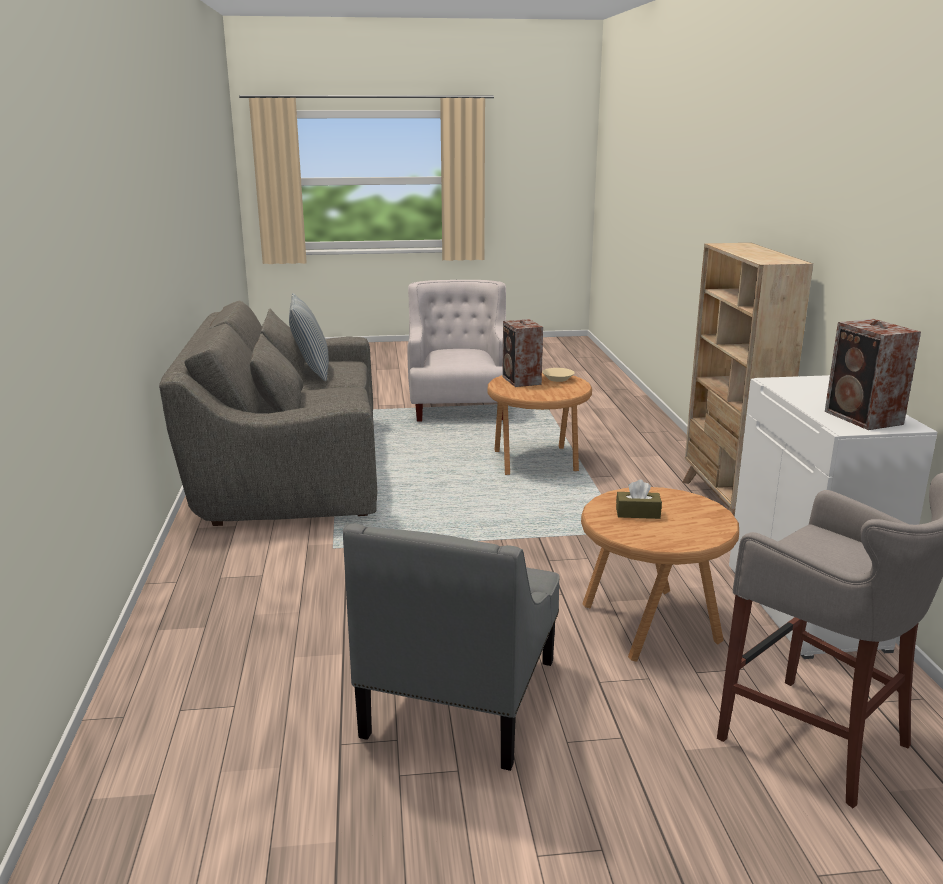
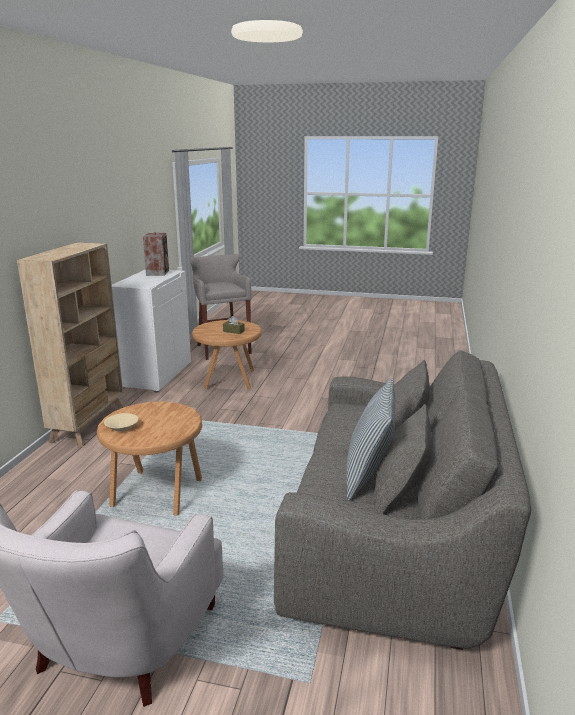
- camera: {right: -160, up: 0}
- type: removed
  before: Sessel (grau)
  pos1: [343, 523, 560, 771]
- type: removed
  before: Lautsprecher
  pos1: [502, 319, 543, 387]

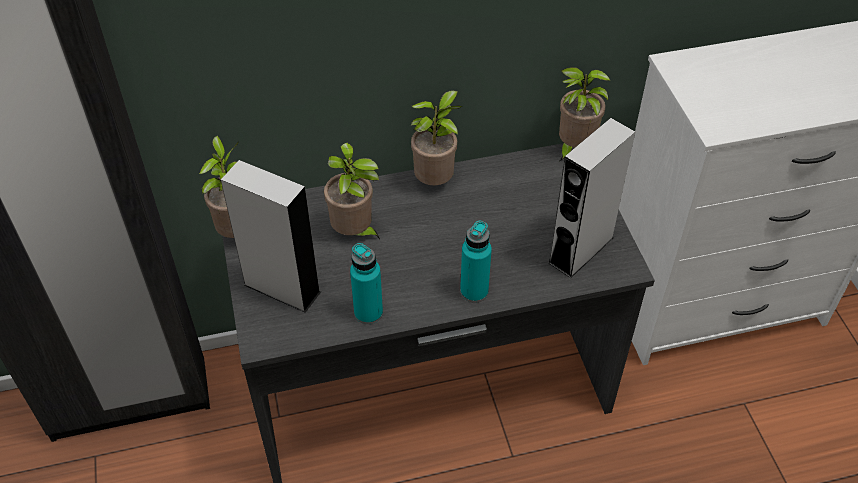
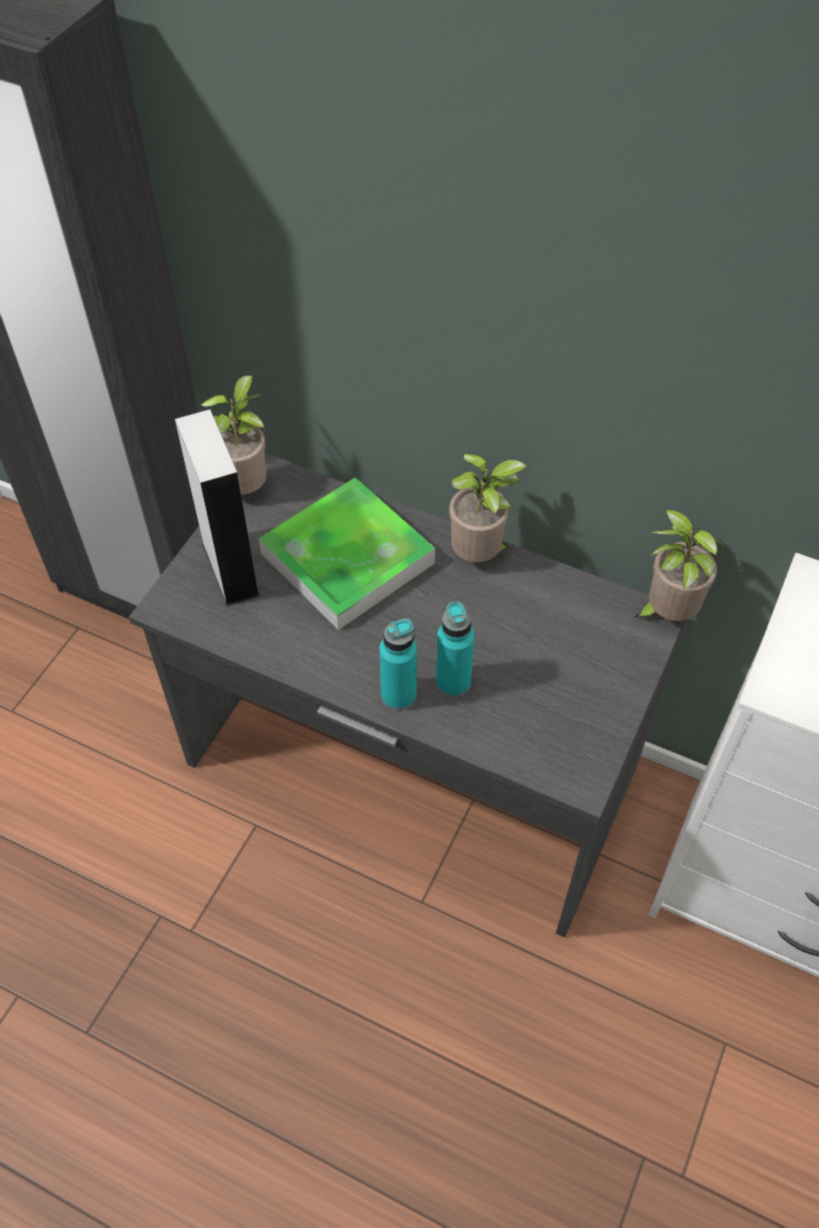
- camera: {right: 40, up: 5}
- type: removed
  before: Lautsprecher (grau)
  pos1: [548, 118, 635, 278]
- type: moved
  before: Flasche (türkis)
  pos1: [350, 243, 383, 324]
  pos2: [436, 601, 475, 697]
- type: replaced
  before: Topfpflanze
  after: Tablett
  pos1: [324, 143, 380, 239]
  pos2: [259, 477, 435, 630]

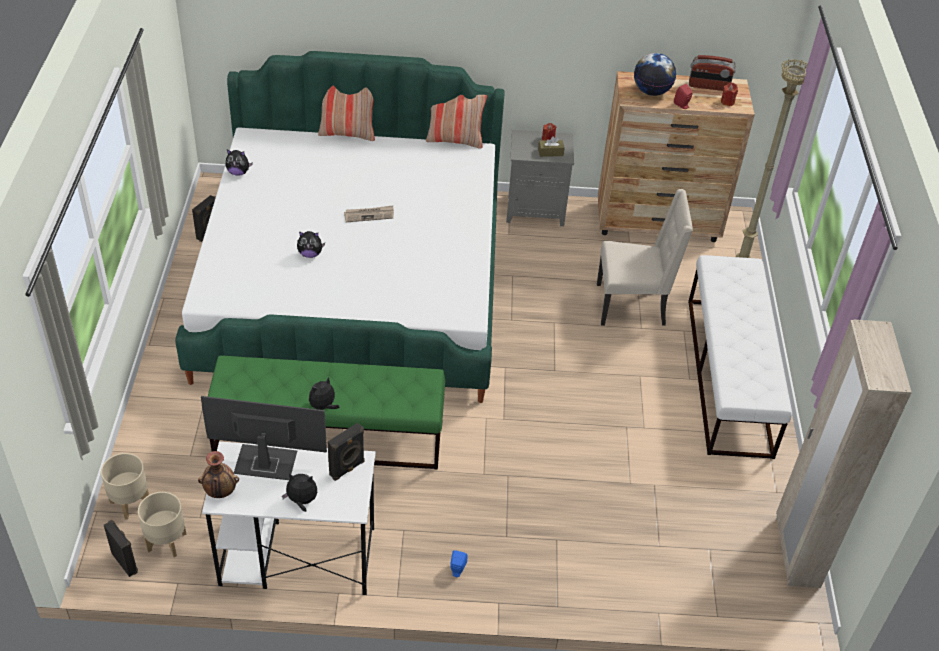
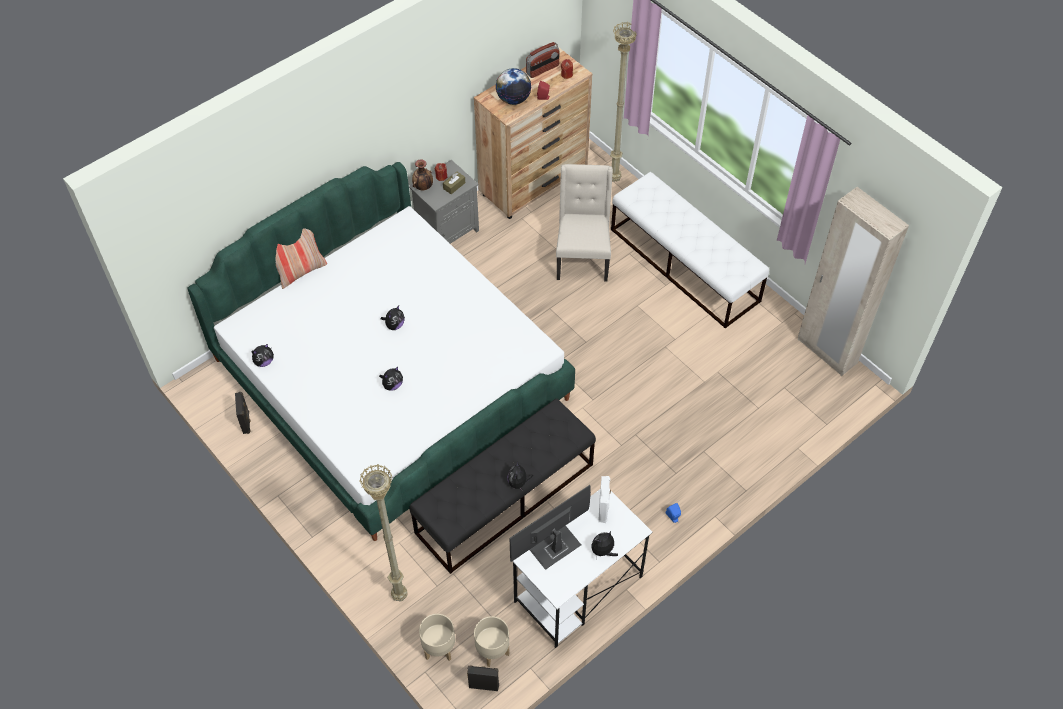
- camera: {right: -40, up: 10}
- type: removed
  before: Kissen
  pos1: [426, 95, 487, 149]
- type: added
  after: Stehlampe (beige)
  pos2: [360, 465, 408, 602]
- type: moved
  before: Vase
  pos1: [198, 451, 239, 498]
  pos2: [412, 159, 433, 190]
- type: replaced
  before: Zeitung
  after: Plüschtier
  pos1: [344, 205, 394, 222]
  pos2: [381, 306, 405, 330]
- type: recoloured
  before: Bank (grün)
  after: Bank (schwarz)
  pos1: [208, 355, 445, 469]
  pos2: [410, 399, 596, 574]
- type: recoloured
  before: Lautsprecher (schwarz)
  after: Lautsprecher (weiß)
  pos1: [328, 423, 365, 481]
  pos2: [598, 476, 611, 523]
- type: turned
  before: Stuhl (beige)
  pos1: [597, 189, 693, 326]
  pos2: [556, 164, 613, 282]
  turn: -45

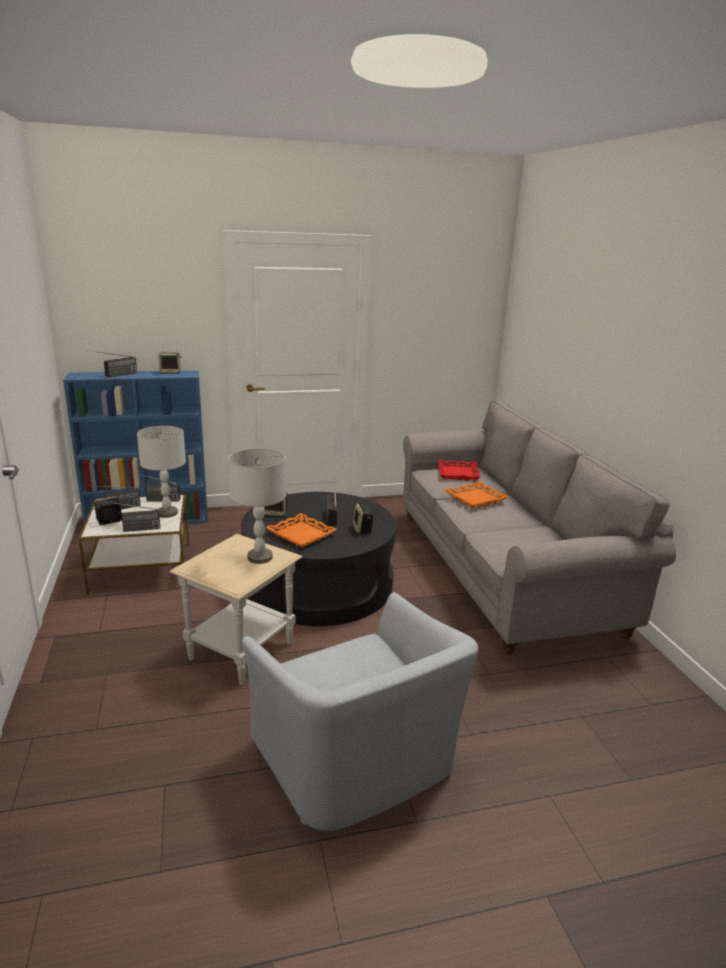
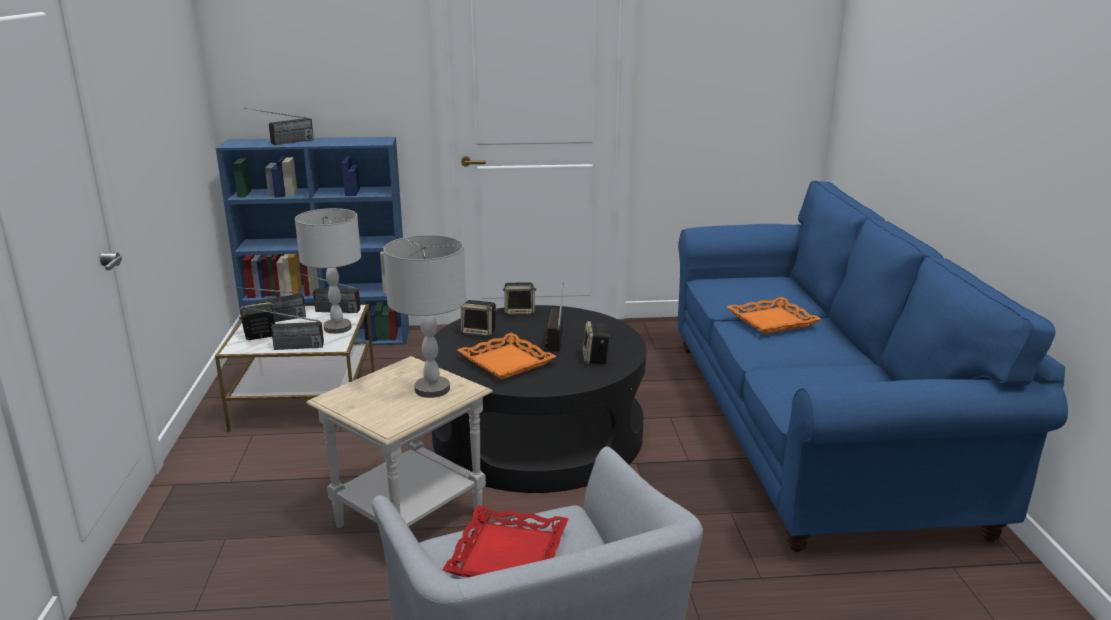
- camera: {right: 10, up: 0}
- type: moved
  before: Lautsprecher
  pos1: [158, 353, 181, 374]
  pos2: [503, 283, 537, 315]
- type: moved
  before: Tablett (rot)
  pos1: [438, 459, 481, 480]
  pos2: [443, 505, 569, 577]
- type: recoloured
  before: Sofa (grau)
  after: Sofa (blau)
  pos1: [403, 401, 676, 655]
  pos2: [678, 181, 1068, 552]

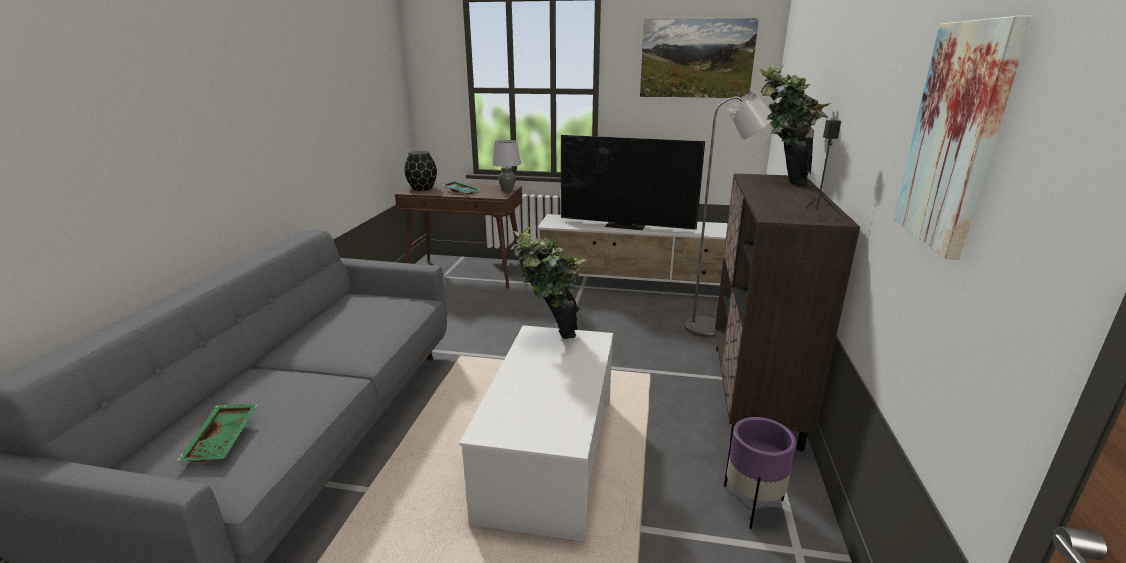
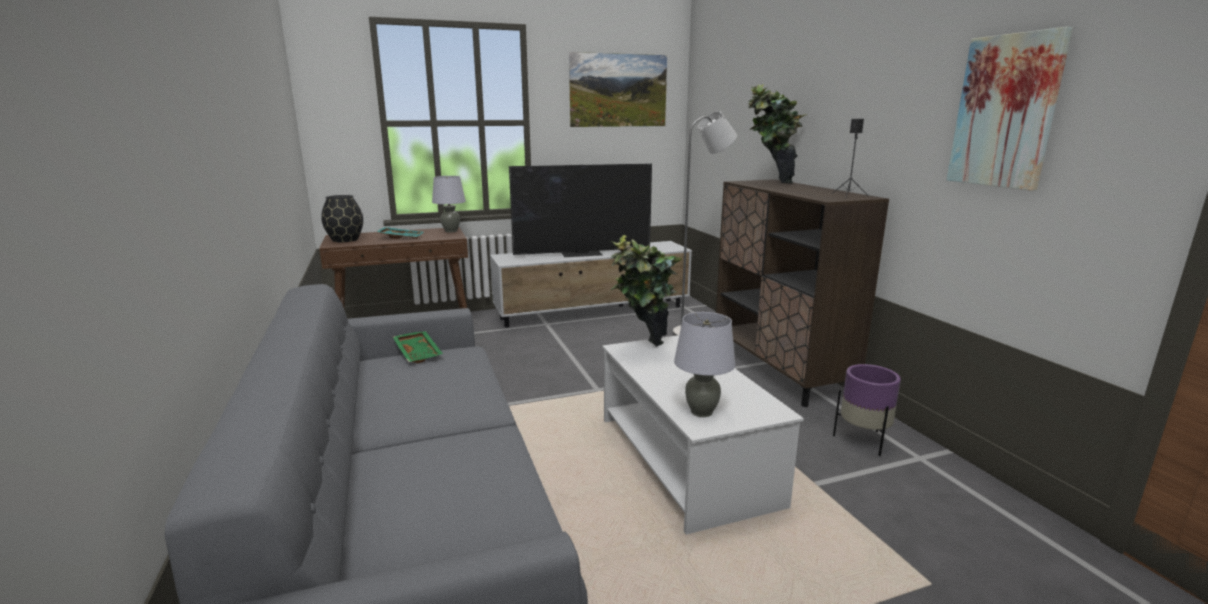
- camera: {right: -30, up: -5}
- type: added
  after: Tischlampe (grau)
  pos2: [674, 312, 736, 417]
- type: moved
  before: Tablett (grün)
  pos1: [177, 404, 258, 462]
  pos2: [393, 331, 443, 363]

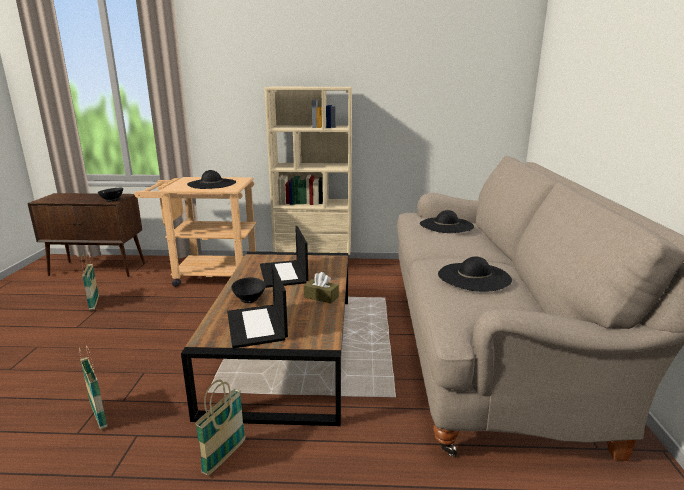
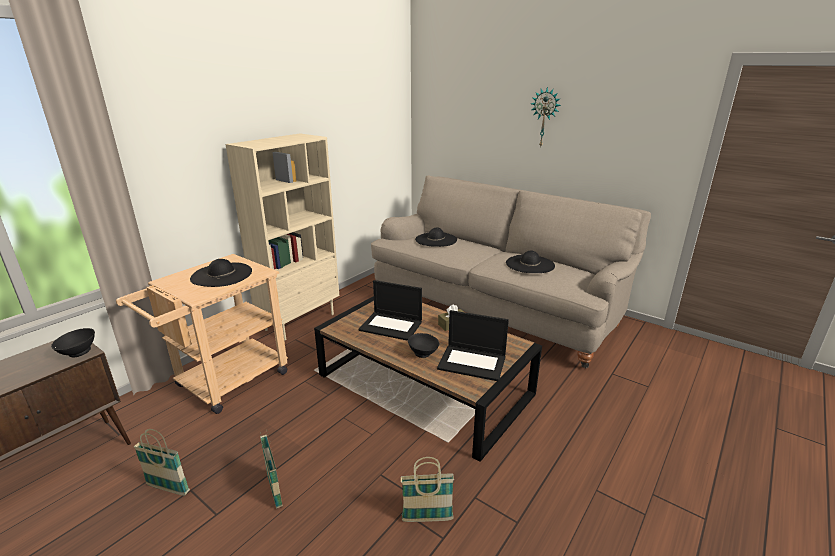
- camera: {right: -55, up: 5}
- type: added
  after: Wanduhr
  pos2: [531, 87, 561, 146]
- type: moved
  before: Korb
  pos1: [195, 380, 246, 476]
  pos2: [260, 432, 282, 509]

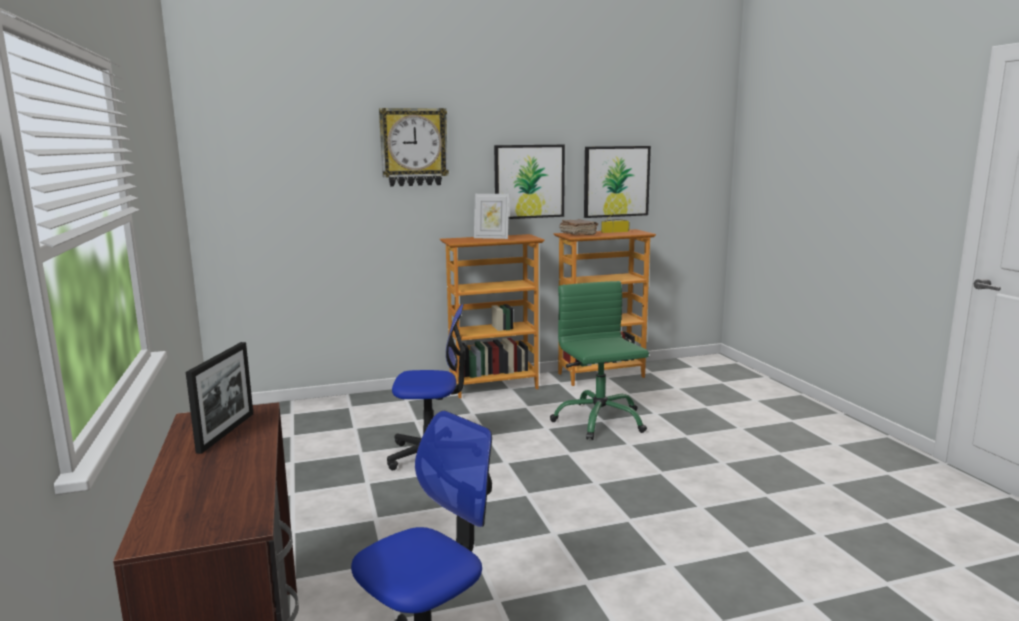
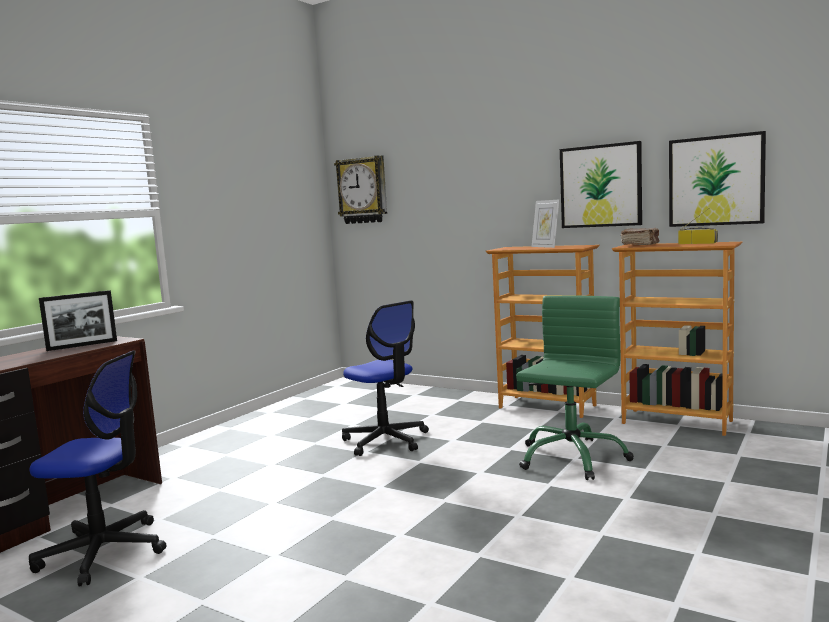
- camera: {right: 50, up: -5}
- type: moved
  before: Wanduhr
  pos1: [379, 108, 449, 186]
  pos2: [334, 155, 387, 224]

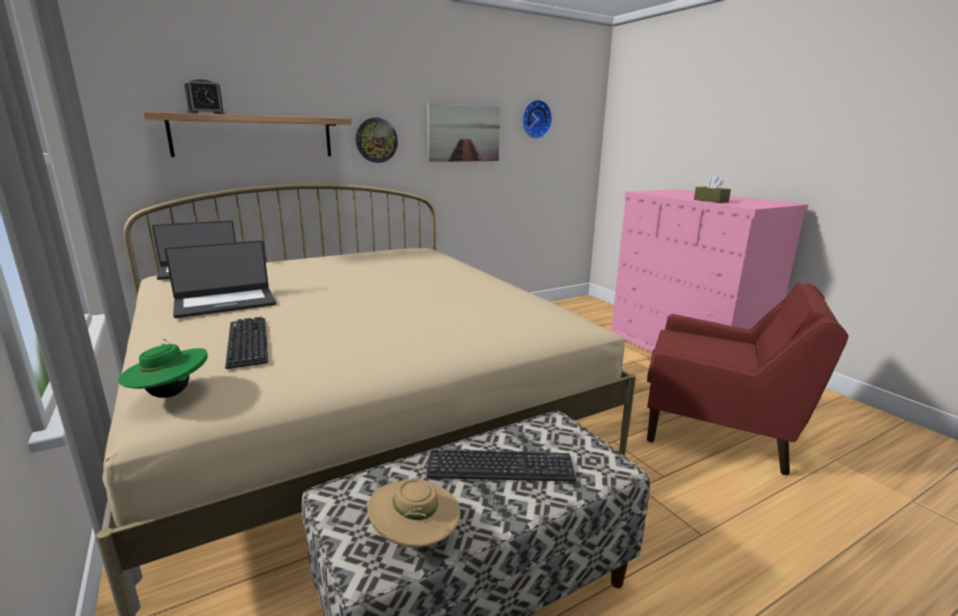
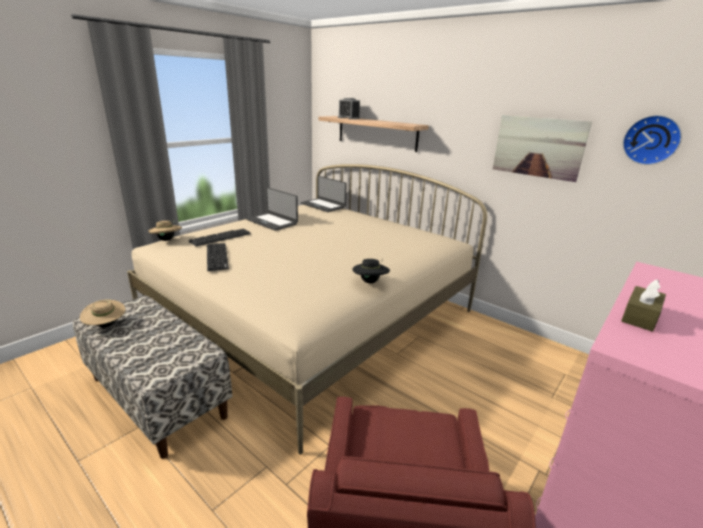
- camera: {right: 70, up: 5}
- type: removed
  before: Wanduhr
  pos1: [356, 118, 398, 163]
- type: added
  after: Hut (schwarz)
  pos2: [352, 259, 390, 283]
- type: moved
  before: Tastatur
  pos1: [426, 449, 576, 482]
  pos2: [207, 243, 229, 271]
- type: recoloured
  before: Hut (grün)
  after: Hut (beige)
  pos1: [119, 339, 208, 398]
  pos2: [148, 219, 182, 241]

